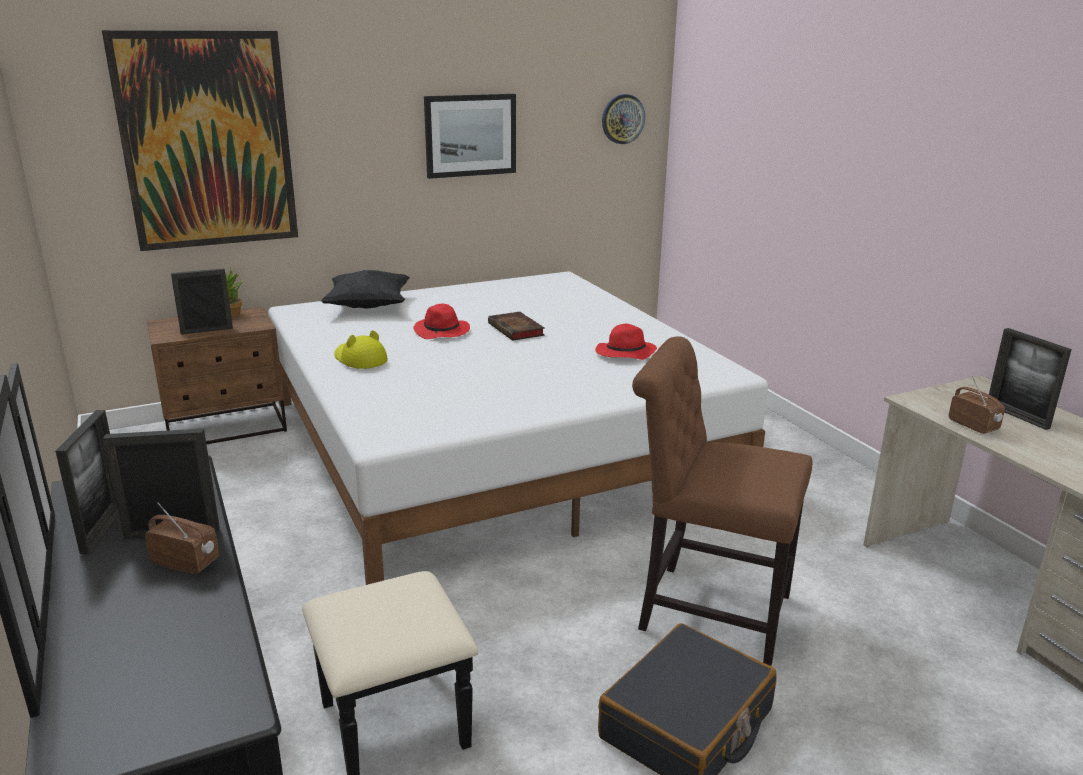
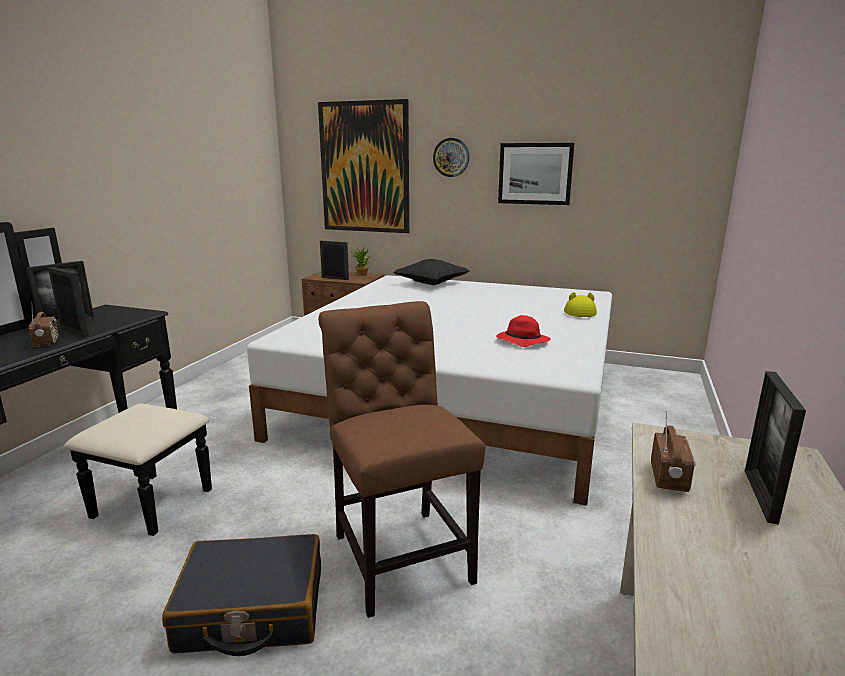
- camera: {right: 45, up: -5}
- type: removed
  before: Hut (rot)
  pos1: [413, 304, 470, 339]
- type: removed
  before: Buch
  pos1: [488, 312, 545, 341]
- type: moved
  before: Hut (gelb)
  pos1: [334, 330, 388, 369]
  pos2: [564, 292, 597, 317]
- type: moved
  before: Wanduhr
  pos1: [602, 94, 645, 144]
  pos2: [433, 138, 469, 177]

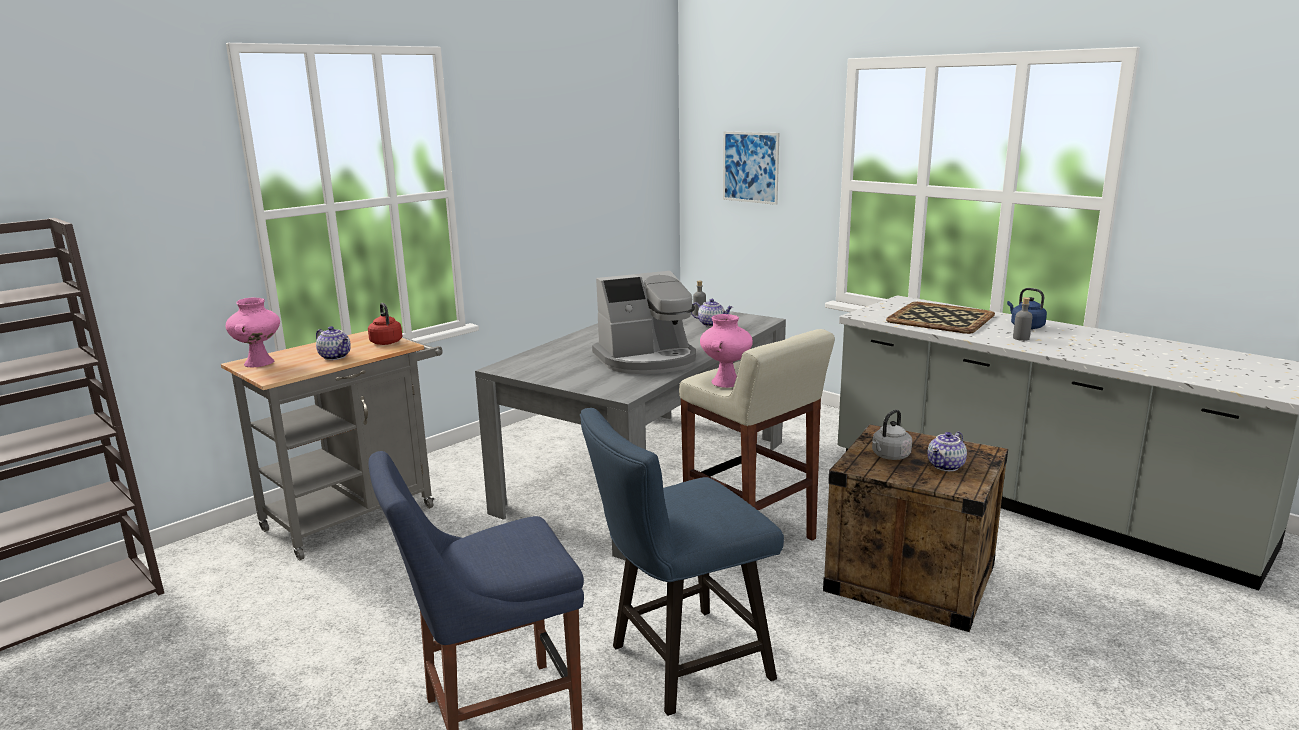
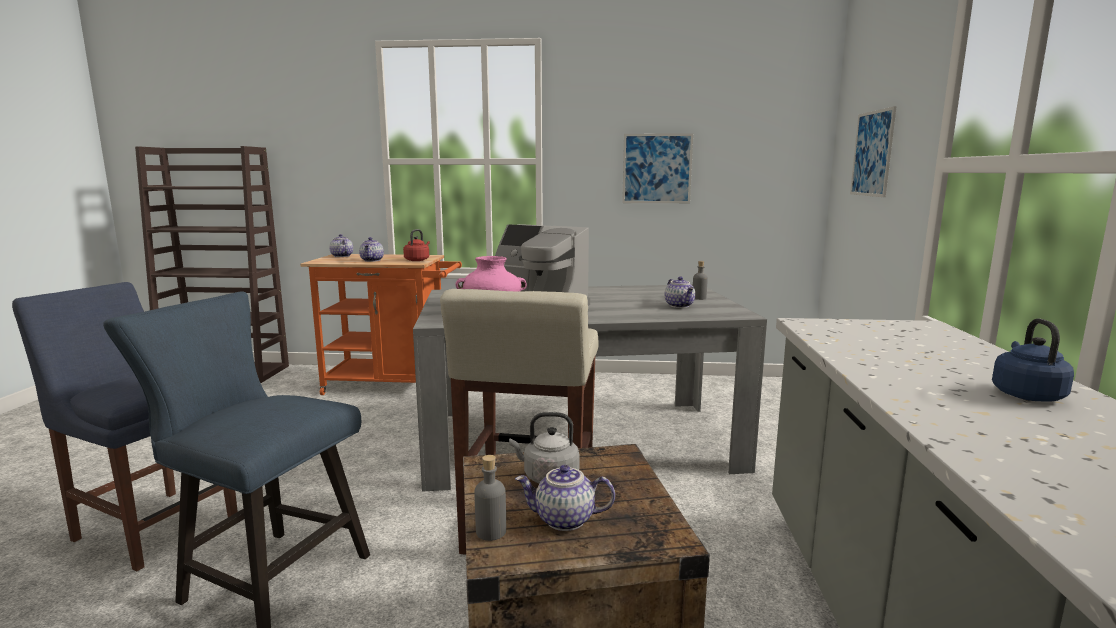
- camera: {right: 50, up: -5}
- type: removed
  before: Tablett
  pos1: [886, 302, 995, 334]
- type: added
  after: Bild
  pos2: [622, 133, 693, 203]
- type: moved
  before: Flasche (grau)
  pos1: [1013, 297, 1033, 341]
  pos2: [474, 455, 506, 541]
- type: replaced
  before: Vase (rosa)
  after: Teekanne
  pos1: [226, 297, 280, 367]
  pos2: [329, 234, 353, 257]
- type: recoloured
  before: Rollwagen (grau)
  after: Rollwagen (orange)
  pos1: [221, 331, 443, 560]
  pos2: [300, 254, 462, 395]

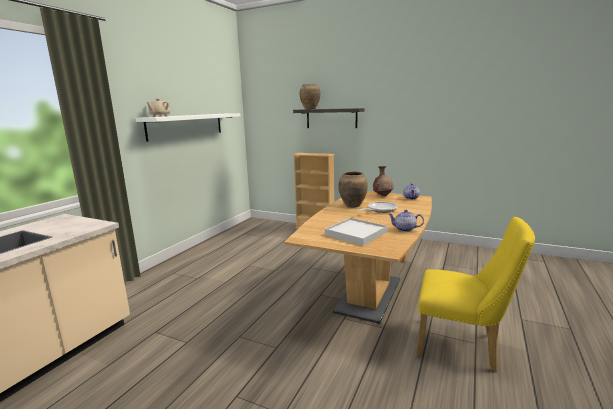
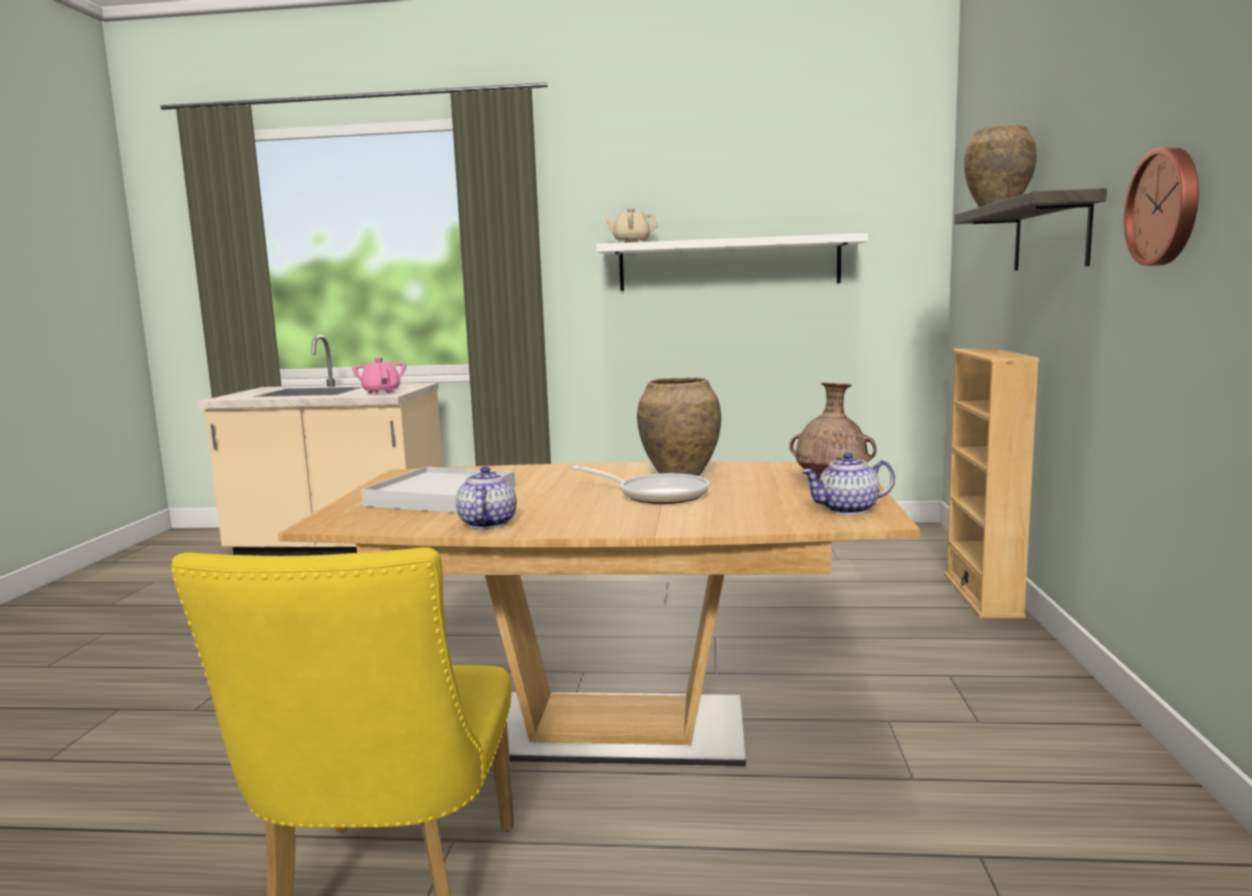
- camera: {right: 70, up: -5}
- type: added
  after: Teekanne (rosa)
  pos2: [352, 357, 406, 395]
- type: added
  after: Wanduhr
  pos2: [1124, 147, 1199, 266]

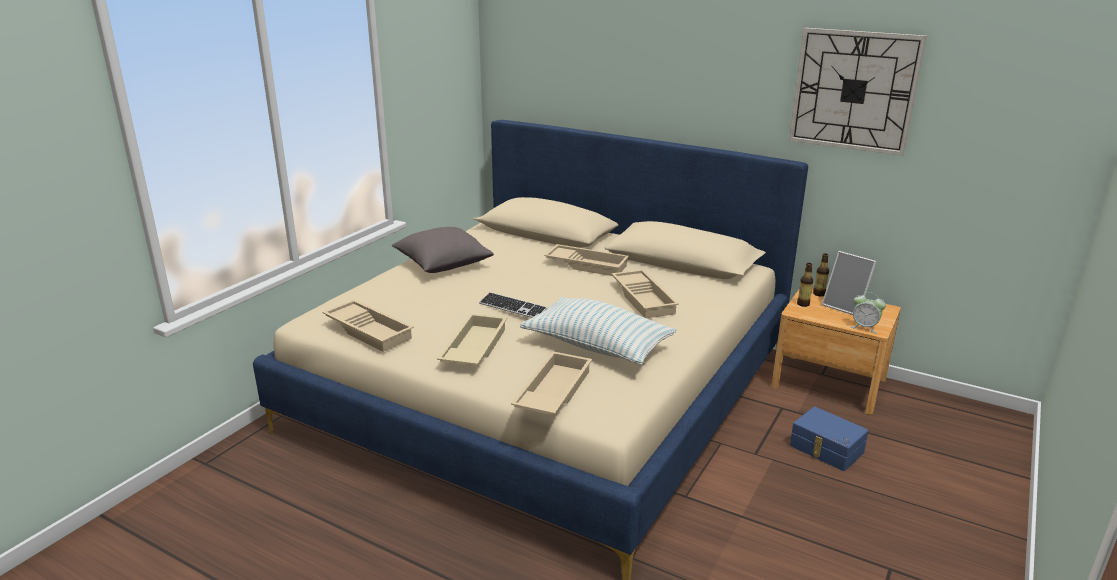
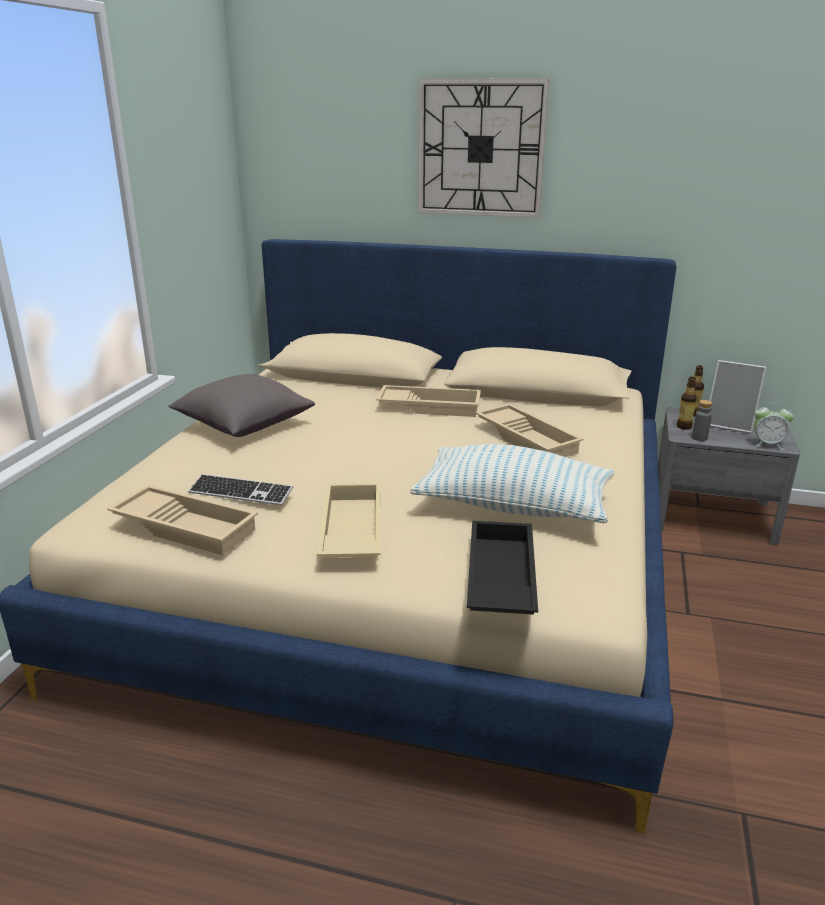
- camera: {right: -15, up: 0}
- type: removed
  before: Aufbewahrungsbox (blau)
  pos1: [790, 406, 869, 471]
- type: added
  after: Flasche (grau)
  pos2: [692, 400, 712, 441]
- type: moved
  before: Tastatur
  pos1: [479, 292, 548, 318]
  pos2: [188, 474, 293, 505]
- type: moved
  before: Wanduhr
  pos1: [789, 28, 927, 156]
  pos2: [418, 79, 550, 218]
- type: recoloured
  before: Tablett (beige)
  after: Tablett (schwarz)
  pos1: [511, 351, 592, 415]
  pos2: [467, 521, 538, 615]
- type: recoloured
  before: Nachttisch (braun)
  after: Nachttisch (grau)
  pos1: [771, 288, 901, 415]
  pos2: [658, 408, 800, 545]

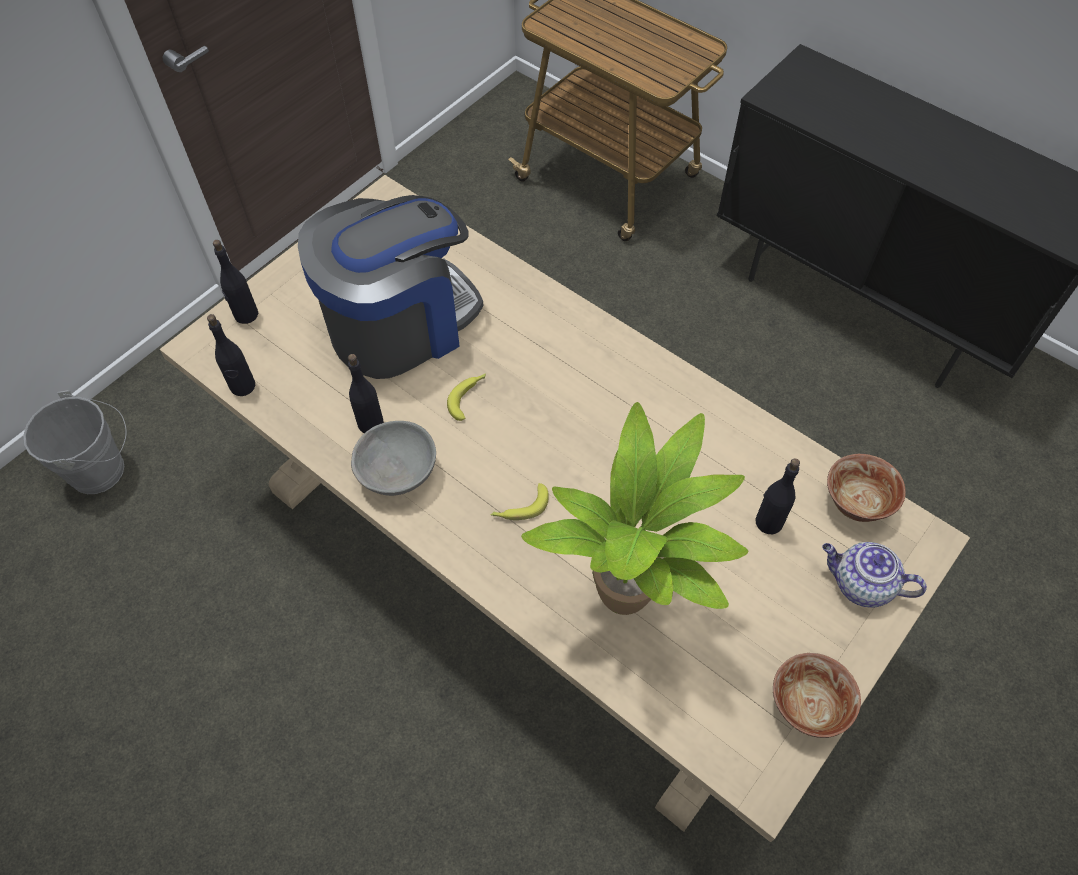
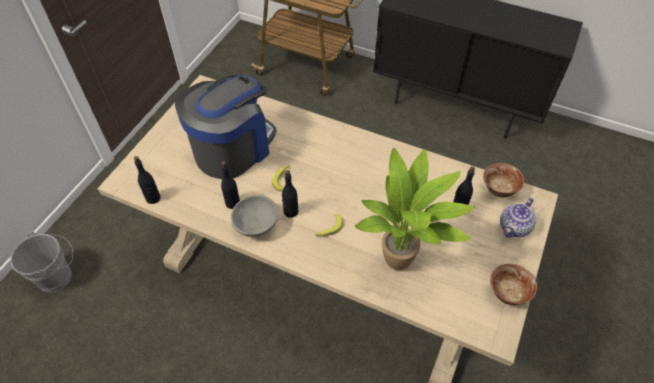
- camera: {right: -15, up: -5}
- type: moved
  before: Flasche (schwarz)
  pos1: [213, 240, 258, 324]
  pos2: [282, 170, 299, 218]
- type: turned
  before: Teekanne
  pos1: [822, 542, 927, 607]
  pos2: [500, 198, 536, 237]
  turn: -60

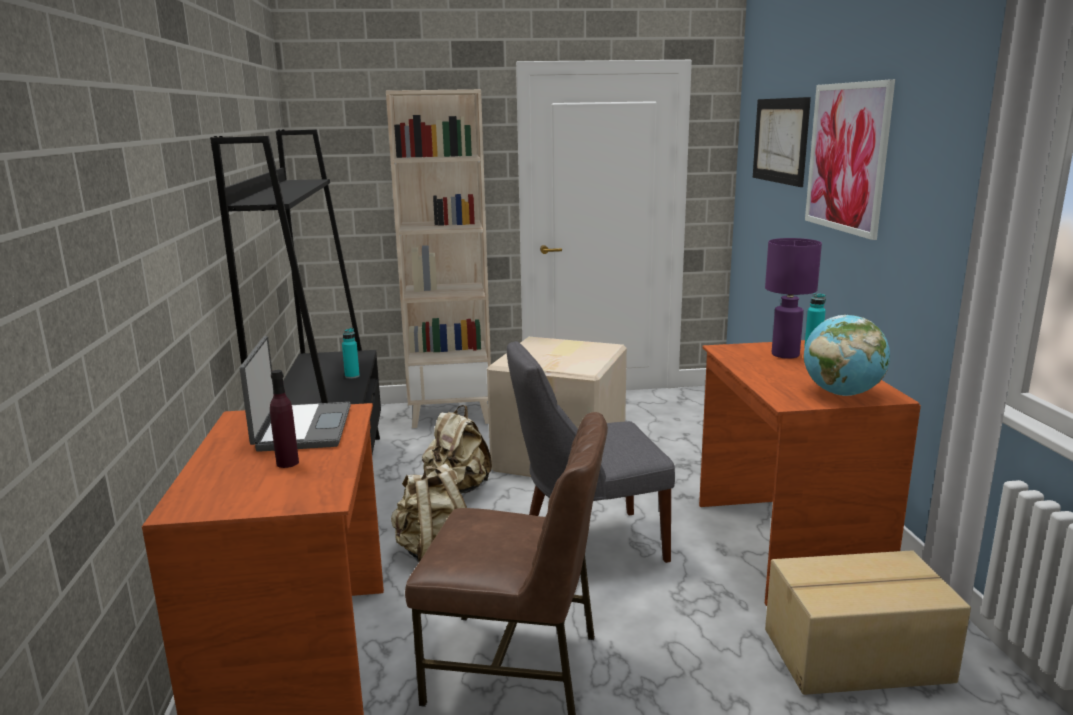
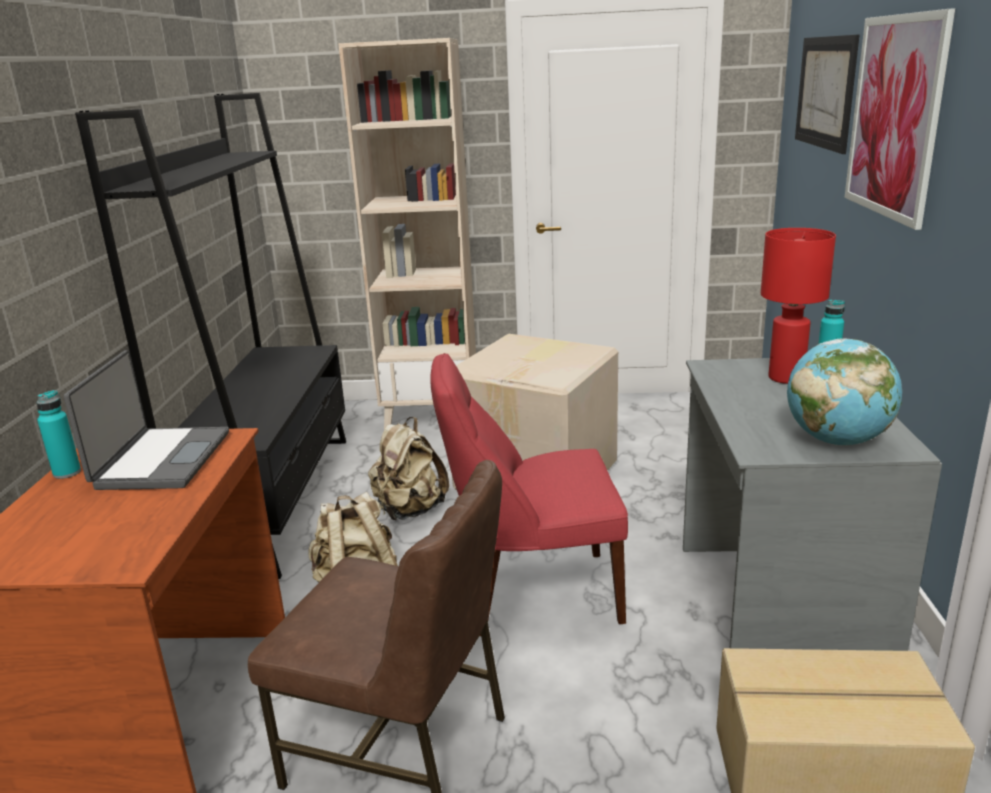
- camera: {right: 10, up: 5}
- type: removed
  before: Flasche (lila)
  pos1: [270, 370, 299, 468]
- type: moved
  before: Flasche (türkis)
  pos1: [342, 328, 360, 379]
  pos2: [37, 390, 81, 479]
- type: recoloured
  before: Stuhl (grau)
  after: Stuhl (rot)
  pos1: [507, 341, 675, 563]
  pos2: [430, 353, 628, 636]
- type: recoloured
  before: Schreibtisch (braun)
  after: Schreibtisch (grau)
  pos1: [699, 340, 921, 606]
  pos2: [683, 358, 942, 651]
- type: recoloured
  before: Tischlampe (lila)
  after: Tischlampe (rot)
  pos1: [765, 238, 822, 359]
  pos2: [761, 228, 836, 384]

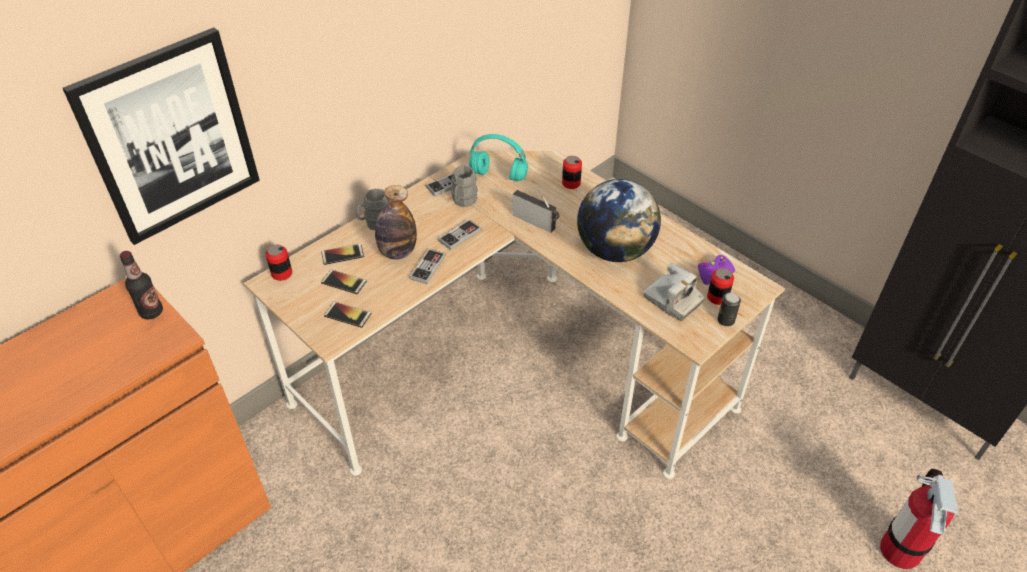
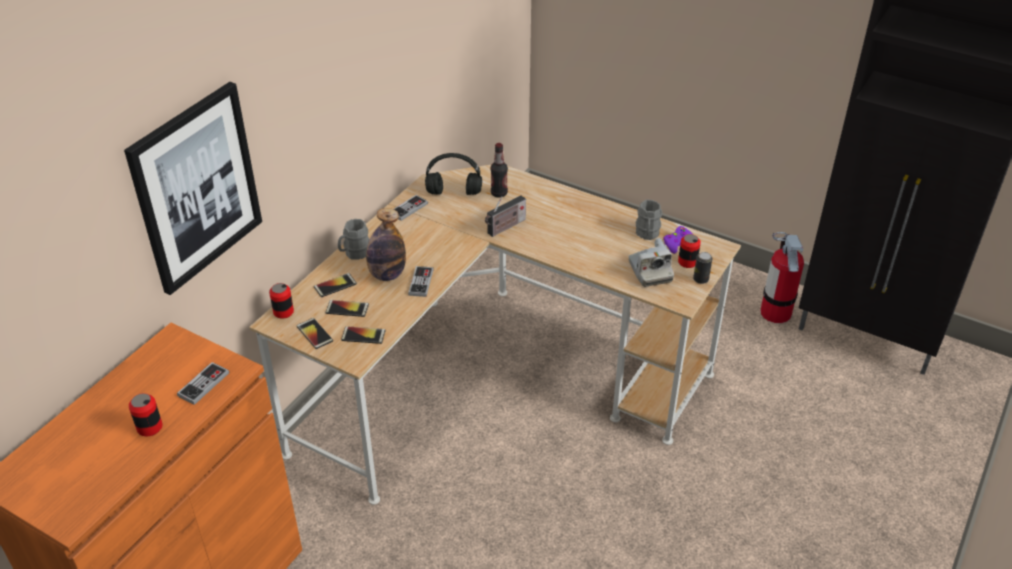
- camera: {right: -15, up: -5}
- type: removed
  before: Globus
  pos1: [577, 179, 661, 262]
- type: added
  after: Handy
  pos2: [297, 318, 333, 349]
- type: moved
  before: Flasche
  pos1: [120, 251, 163, 319]
  pos2: [491, 143, 508, 198]
- type: moved
  before: Gamepad
  pos1: [438, 219, 482, 250]
  pos2: [177, 362, 229, 405]
- type: moved
  before: Henkelbecher (grau)
  pos1: [451, 165, 478, 207]
  pos2: [636, 200, 662, 240]
- type: moved
  before: Dose
  pos1: [562, 156, 582, 189]
  pos2: [129, 393, 163, 436]
- type: moved
  before: Feuerlöscher
  pos1: [880, 469, 958, 569]
  pos2: [760, 232, 804, 323]
- type: recoloured
  before: Kopfhörer (türkis)
  after: Kopfhörer (schwarz)
  pos1: [469, 134, 528, 181]
  pos2: [425, 153, 482, 195]
- type: turned
  before: Radio
  pos1: [512, 190, 559, 233]
  pos2: [485, 196, 526, 237]
  turn: 120
- type: turned
  before: Kamera
  pos1: [643, 263, 704, 321]
  pos2: [629, 238, 674, 287]
  turn: 45

